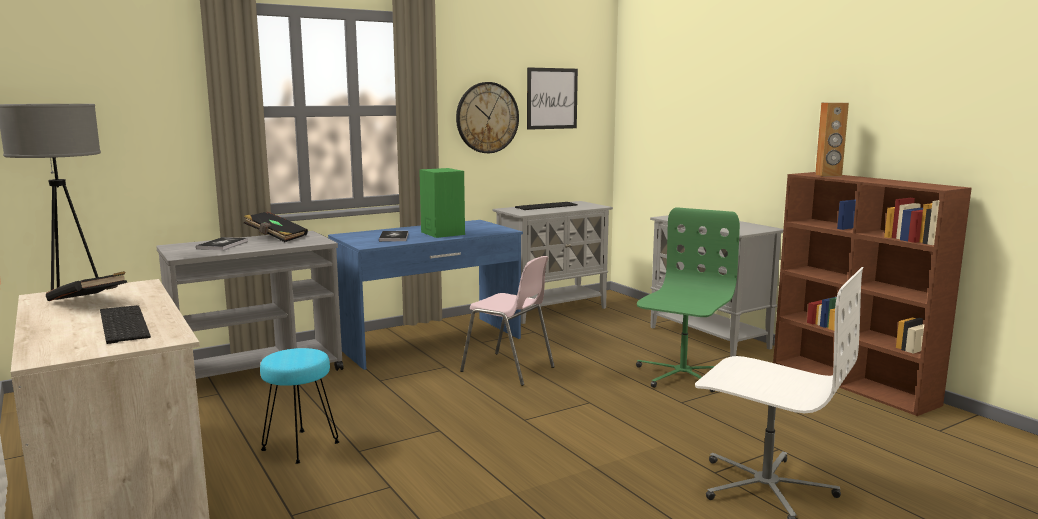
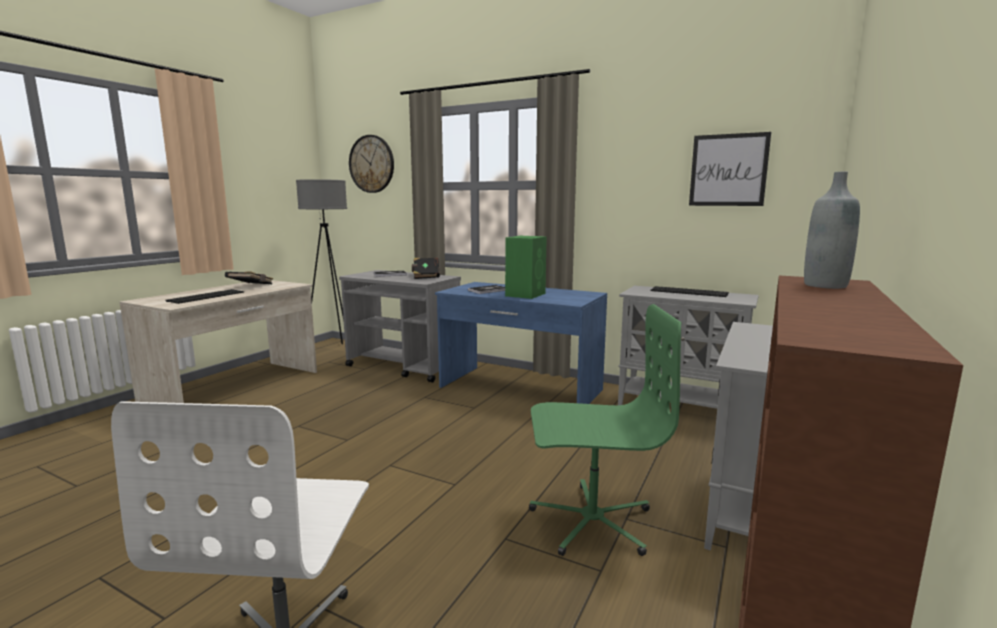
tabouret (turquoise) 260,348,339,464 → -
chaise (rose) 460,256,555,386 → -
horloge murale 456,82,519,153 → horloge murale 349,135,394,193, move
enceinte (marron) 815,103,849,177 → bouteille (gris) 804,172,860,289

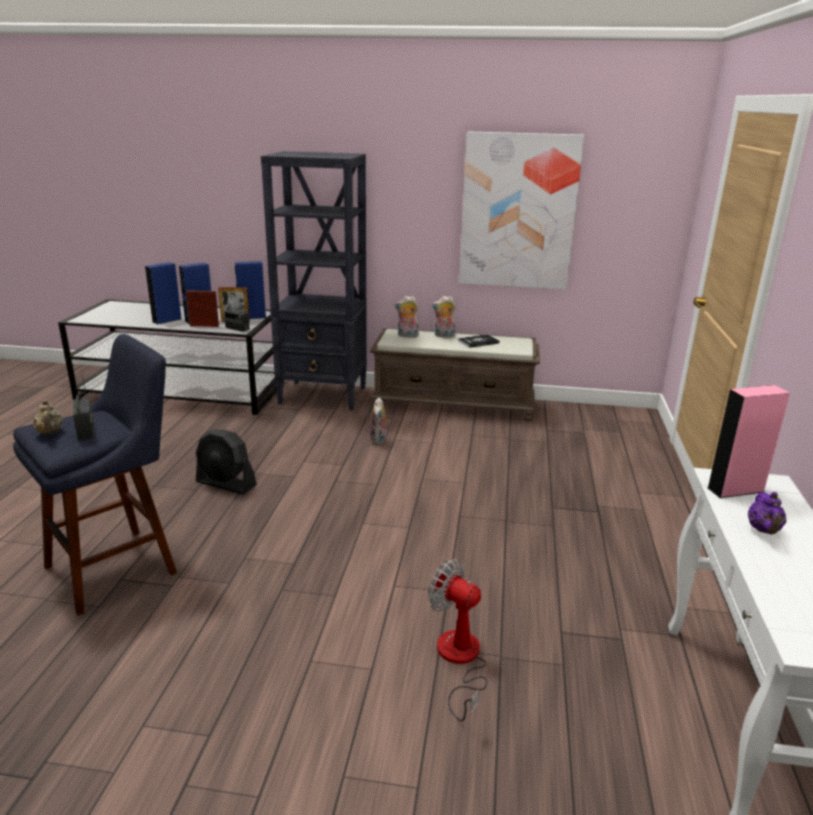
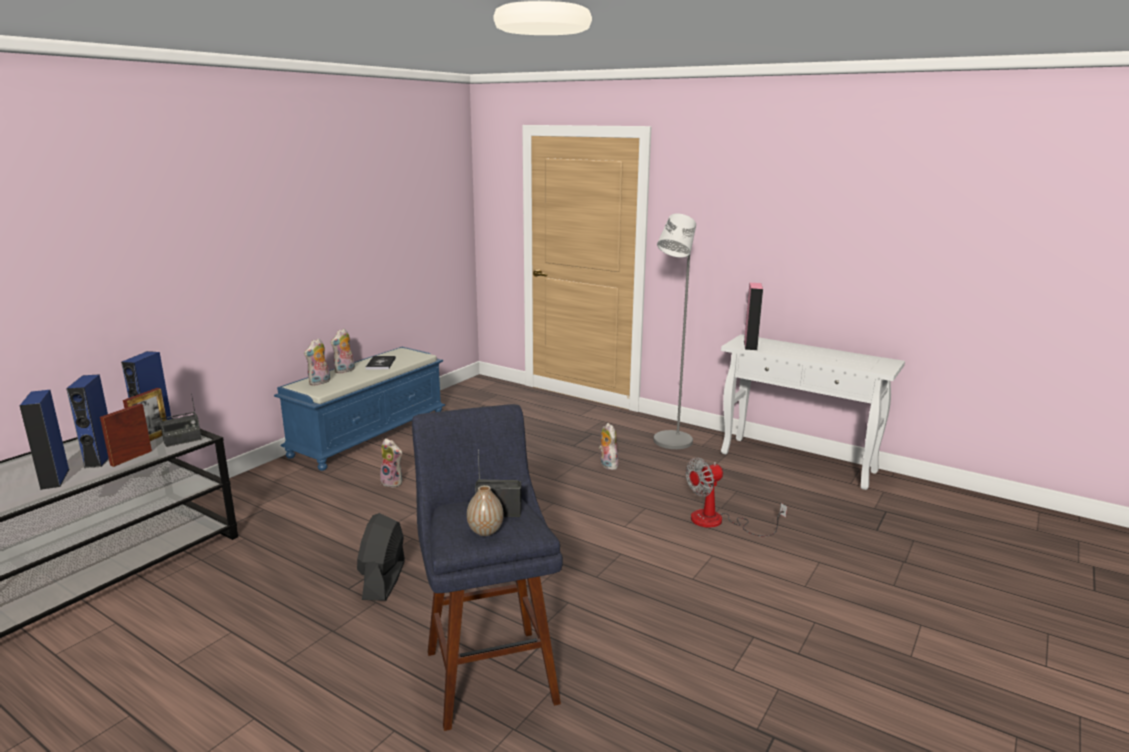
bibliothèque (noir) 261,151,367,410 → -
tableau 459,131,584,290 → -
théière (violet) 748,492,786,535 → -
- → peluche 599,423,619,470
- → lampadaire (gris) 654,213,696,449
théière (beige) 33,400,64,434 → vase 467,485,504,536
banc (marron) 370,328,540,421 → banc (bleu) 274,347,445,471
ventilateur (noir) 196,429,257,495 → ventilateur (noir) 357,513,405,601, 135 degrees clockwise

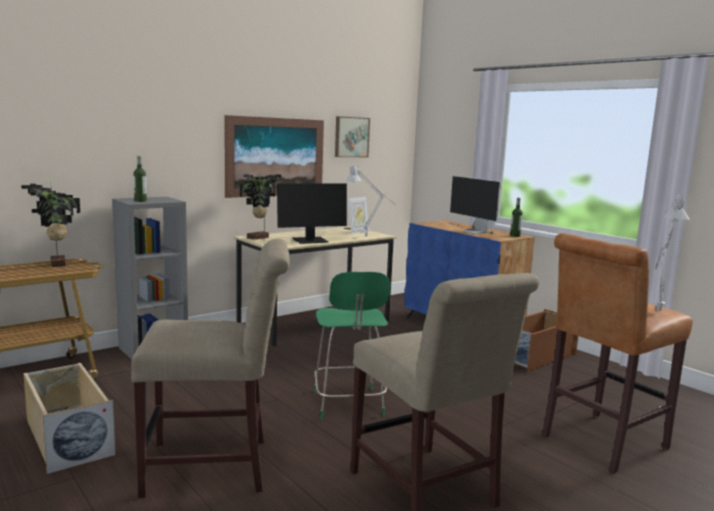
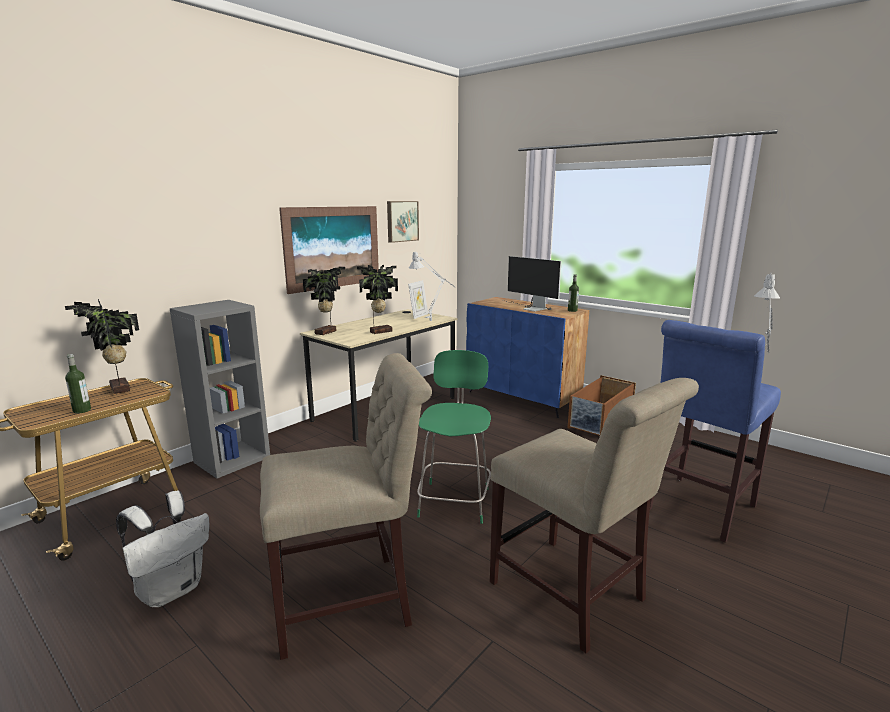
bouteille 133,156,147,202 → bouteille 65,354,91,414, move
boîte de rangement (beige) 23,363,116,474 → sac à dos (blanc) 116,491,209,607
écran d'ordinateur 277,183,347,244 → plante en pot 357,265,398,334
tabouret (marron) 542,233,693,474 → tabouret (bleu) 650,320,781,543
chaise (vert) 314,272,390,419 → chaise (vert) 417,350,491,524, 150 degrees counterclockwise

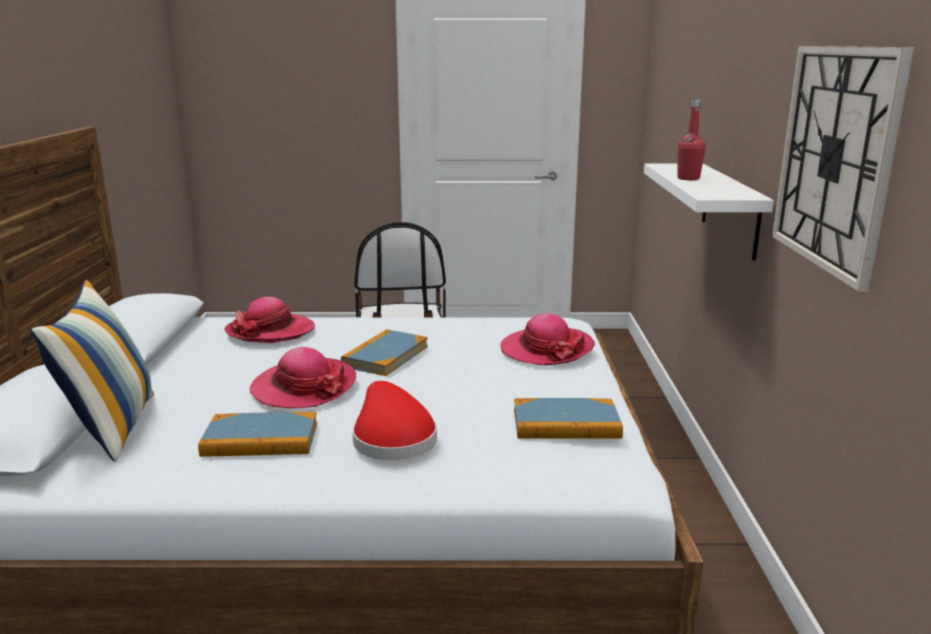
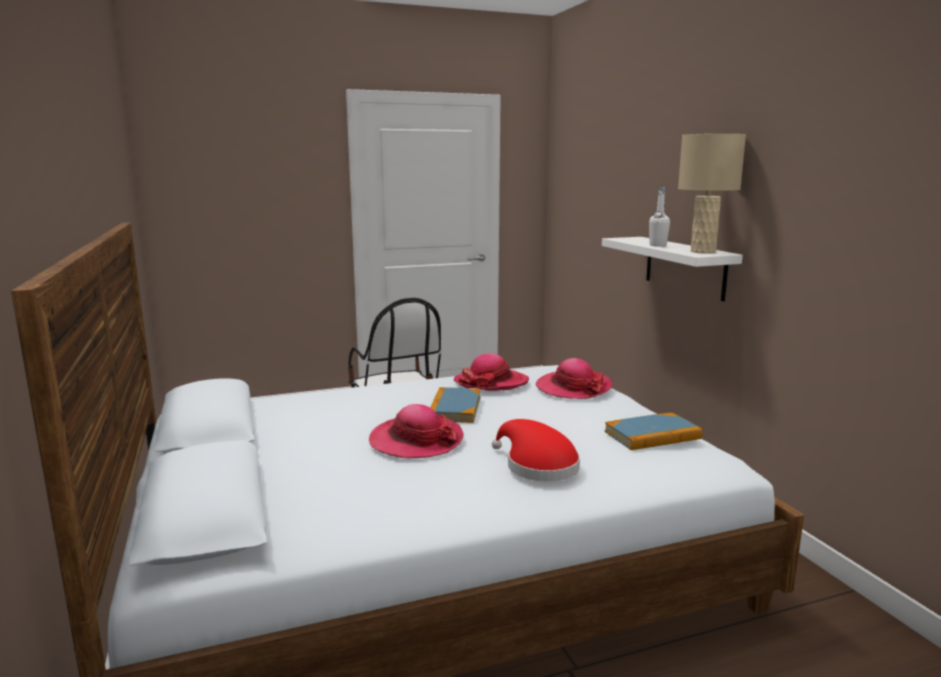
coussin 31,280,154,462 → -
livre 198,412,317,457 → -
horloge murale 772,46,914,292 → -
- → lampe de table (beige) 678,134,746,253
chapeau 225,296,315,343 → chapeau 454,353,529,391, move
bouteille (rouge) 677,99,706,180 → bouteille (blanc) 649,186,670,247

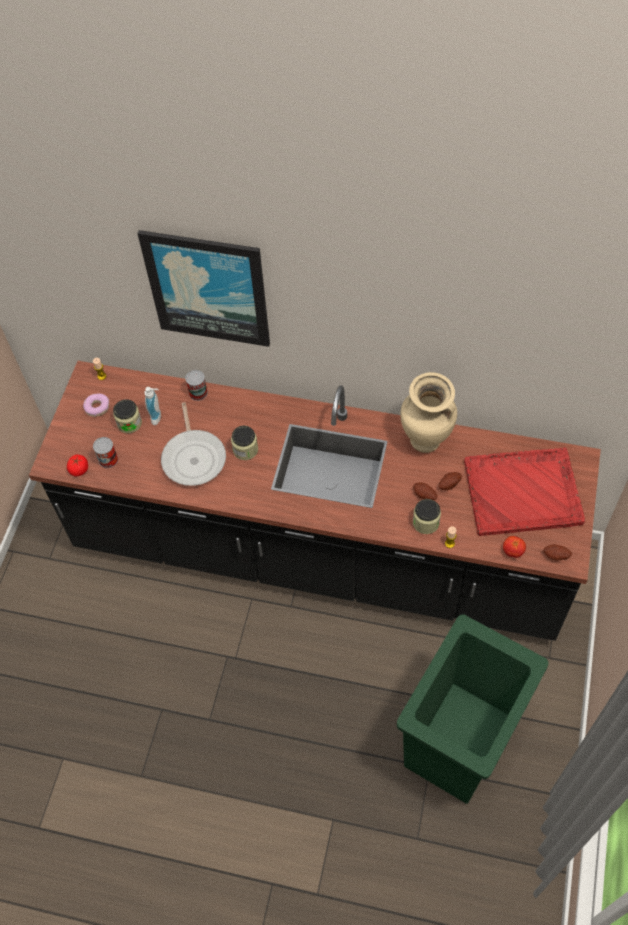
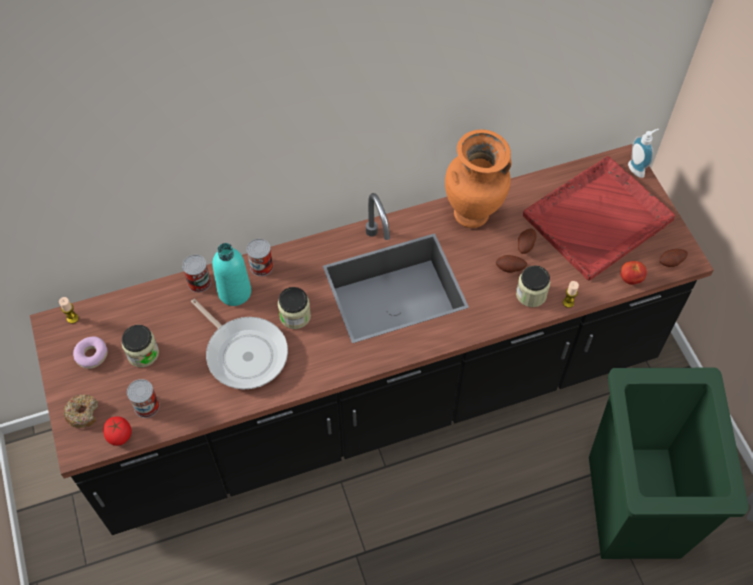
tableau 137,230,270,347 → -
- → beignet 64,395,98,428
- → bouteille (turquoise) 212,243,251,306
- → boîte métallique 246,238,273,276
distributeur de savon 144,387,161,425 → distributeur de savon 628,129,659,178, move
vase (beige) 400,372,457,453 → vase (orange) 445,129,511,228

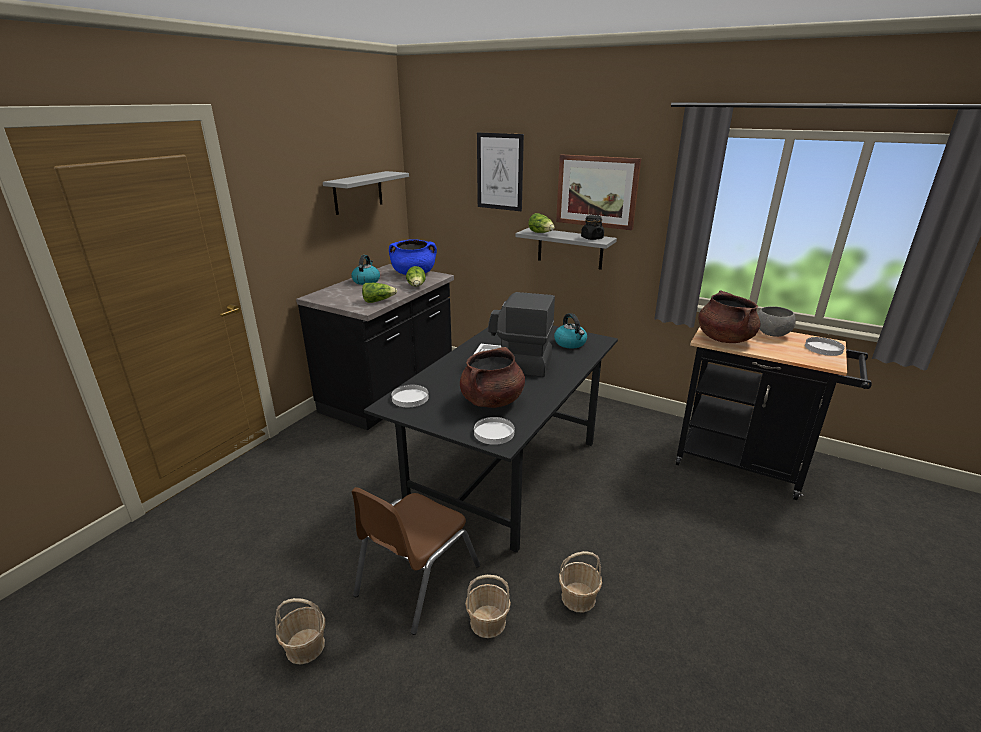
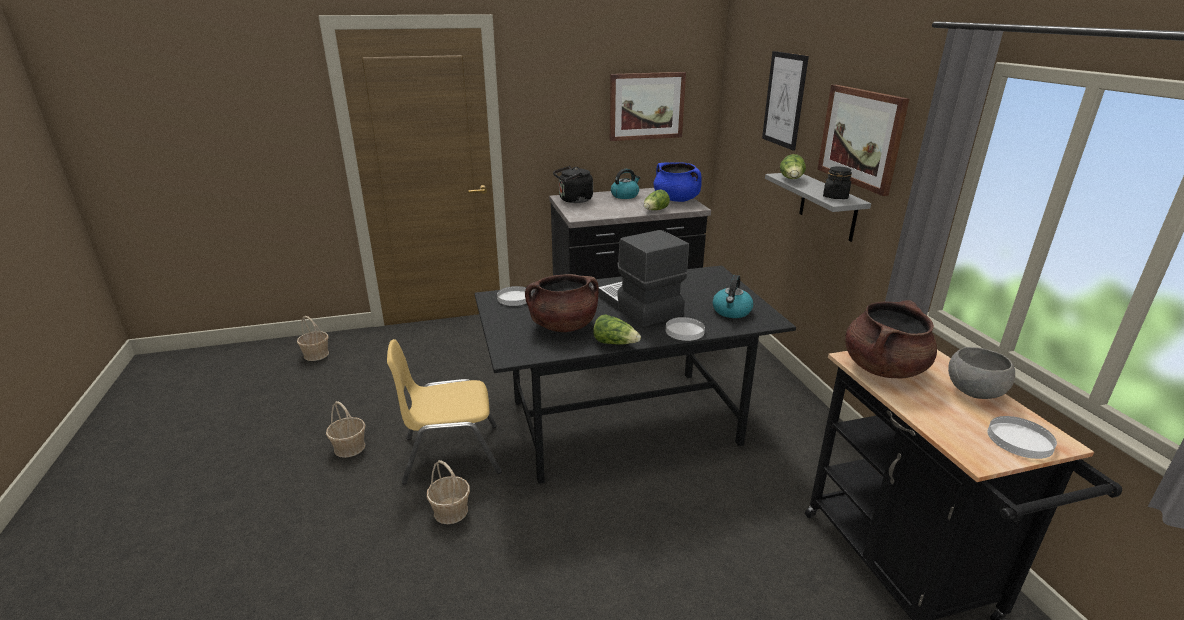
- → bouilloire (noir) 553,166,593,203
laitue 362,283,397,303 → laitue 593,314,641,345, move
assiette (blanc) 474,417,514,445 → assiette (blanc) 666,317,705,341, move
panier 559,551,602,613 → panier 297,316,329,361, move
étagère (gris) 323,171,409,215 → tableau 610,72,686,141
chaise (marron) 351,487,480,635 → chaise (jaune) 387,339,502,485

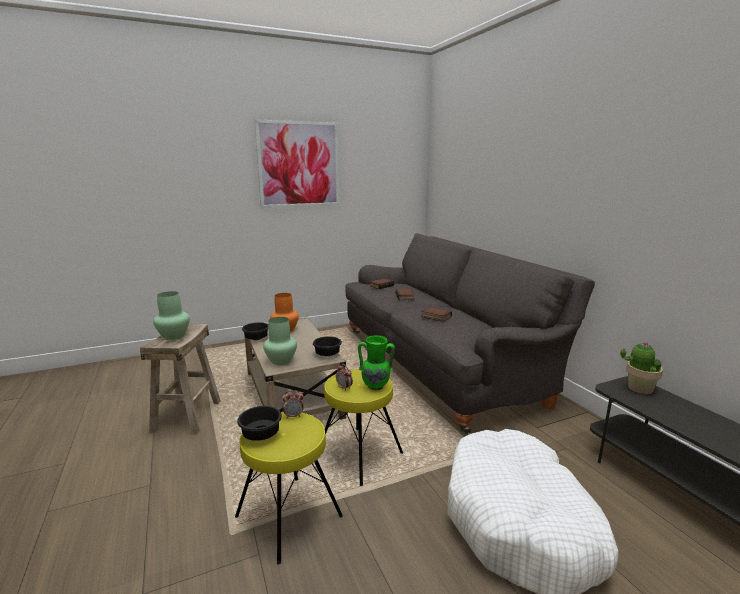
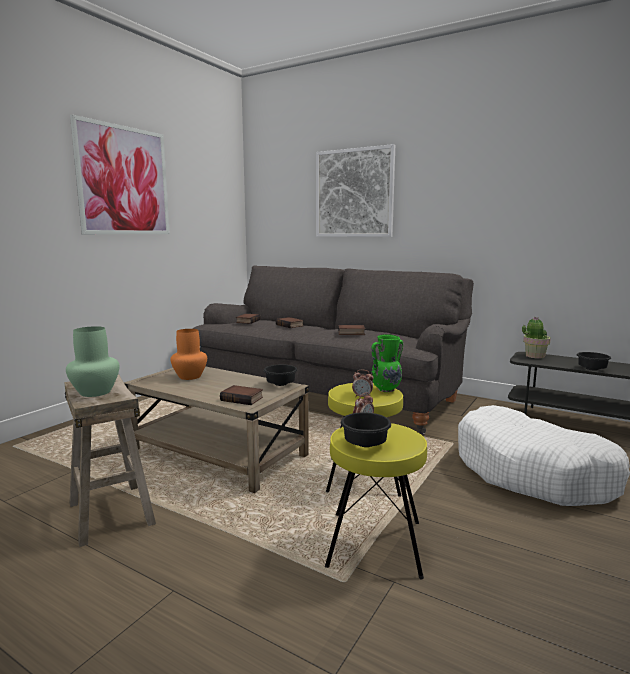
- → tableau 316,144,395,237
bol (noir) 242,322,268,340 → bol (noir) 577,352,611,371, move
vase (vert) 263,317,297,365 → livre 220,385,263,405

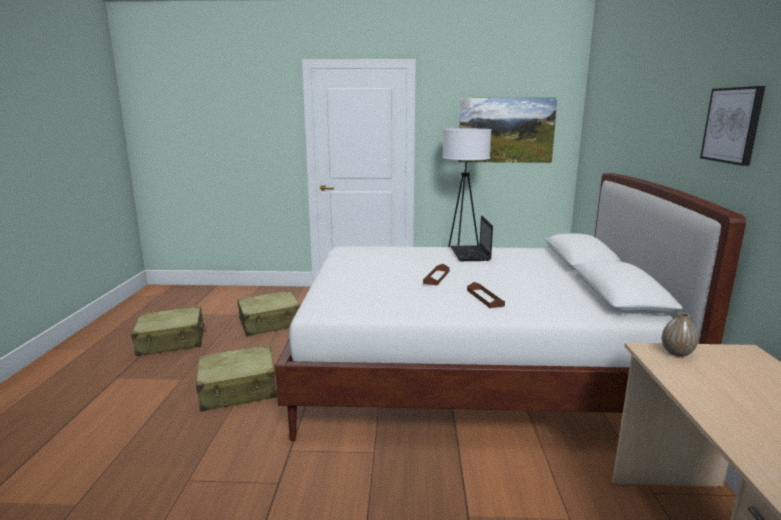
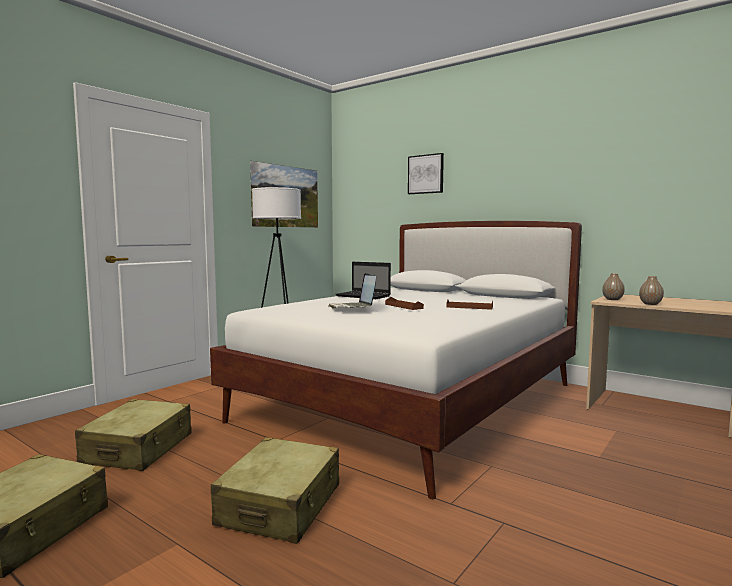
- → ordinateur portable 329,273,376,309
- → vase 639,276,664,305
tableau 700,86,766,166 → tableau 408,153,444,194, move

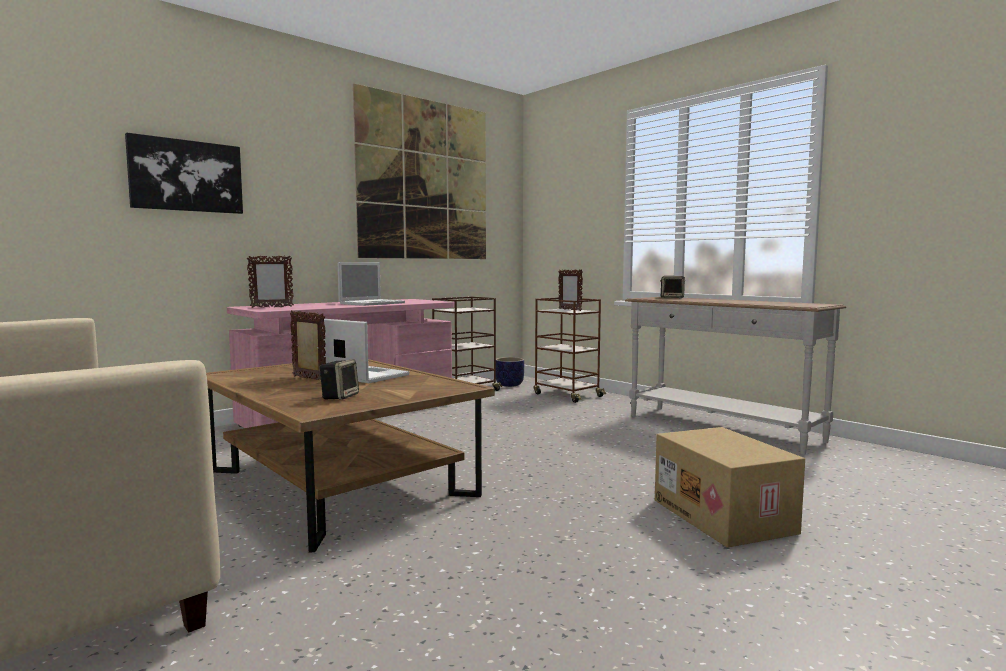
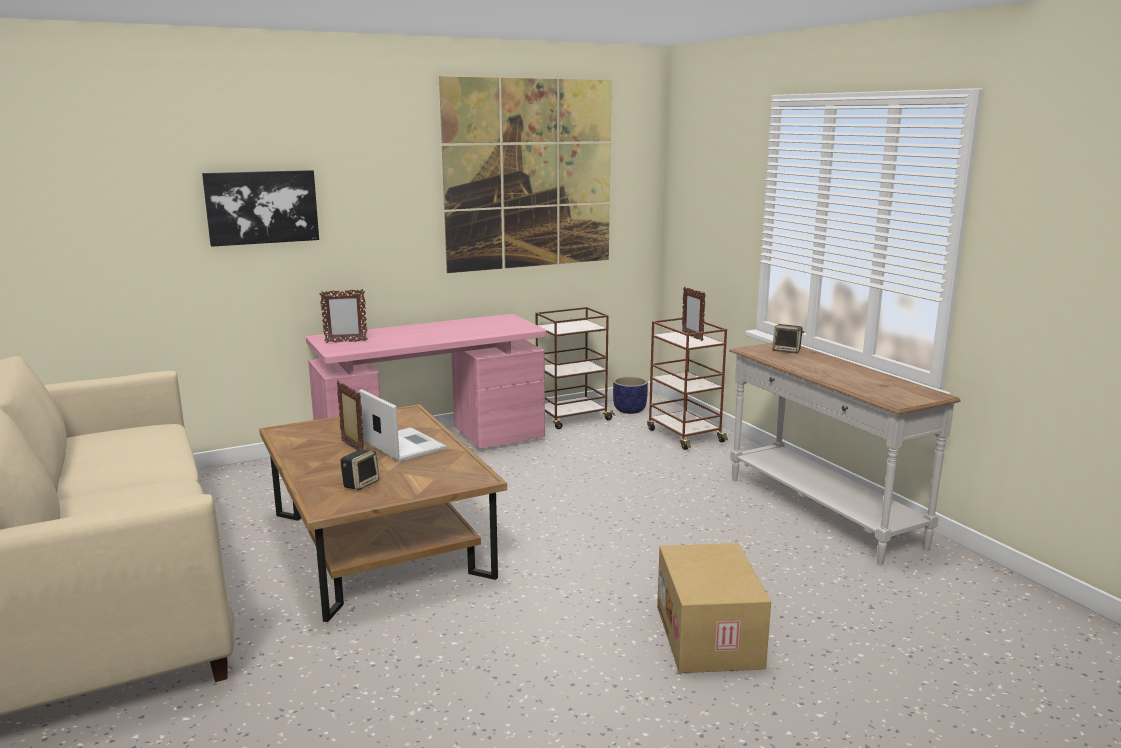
ordinateur portable 338,262,405,306 → -

